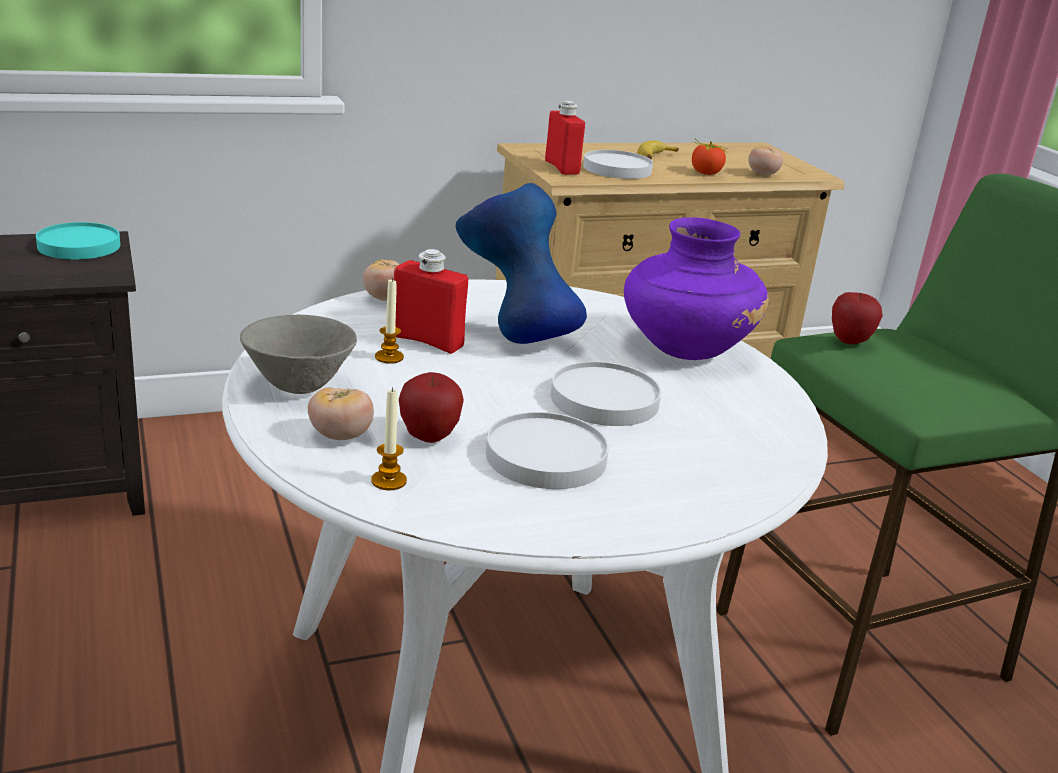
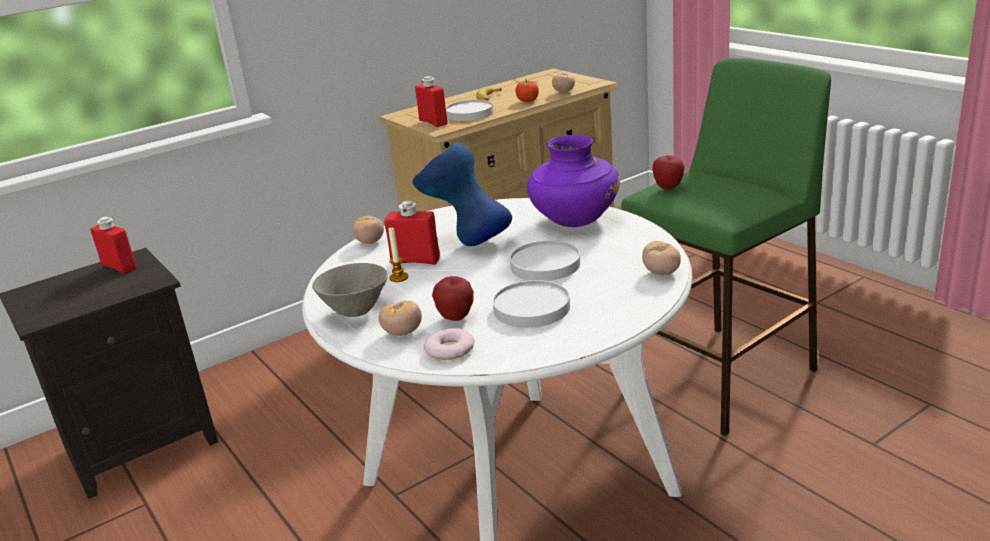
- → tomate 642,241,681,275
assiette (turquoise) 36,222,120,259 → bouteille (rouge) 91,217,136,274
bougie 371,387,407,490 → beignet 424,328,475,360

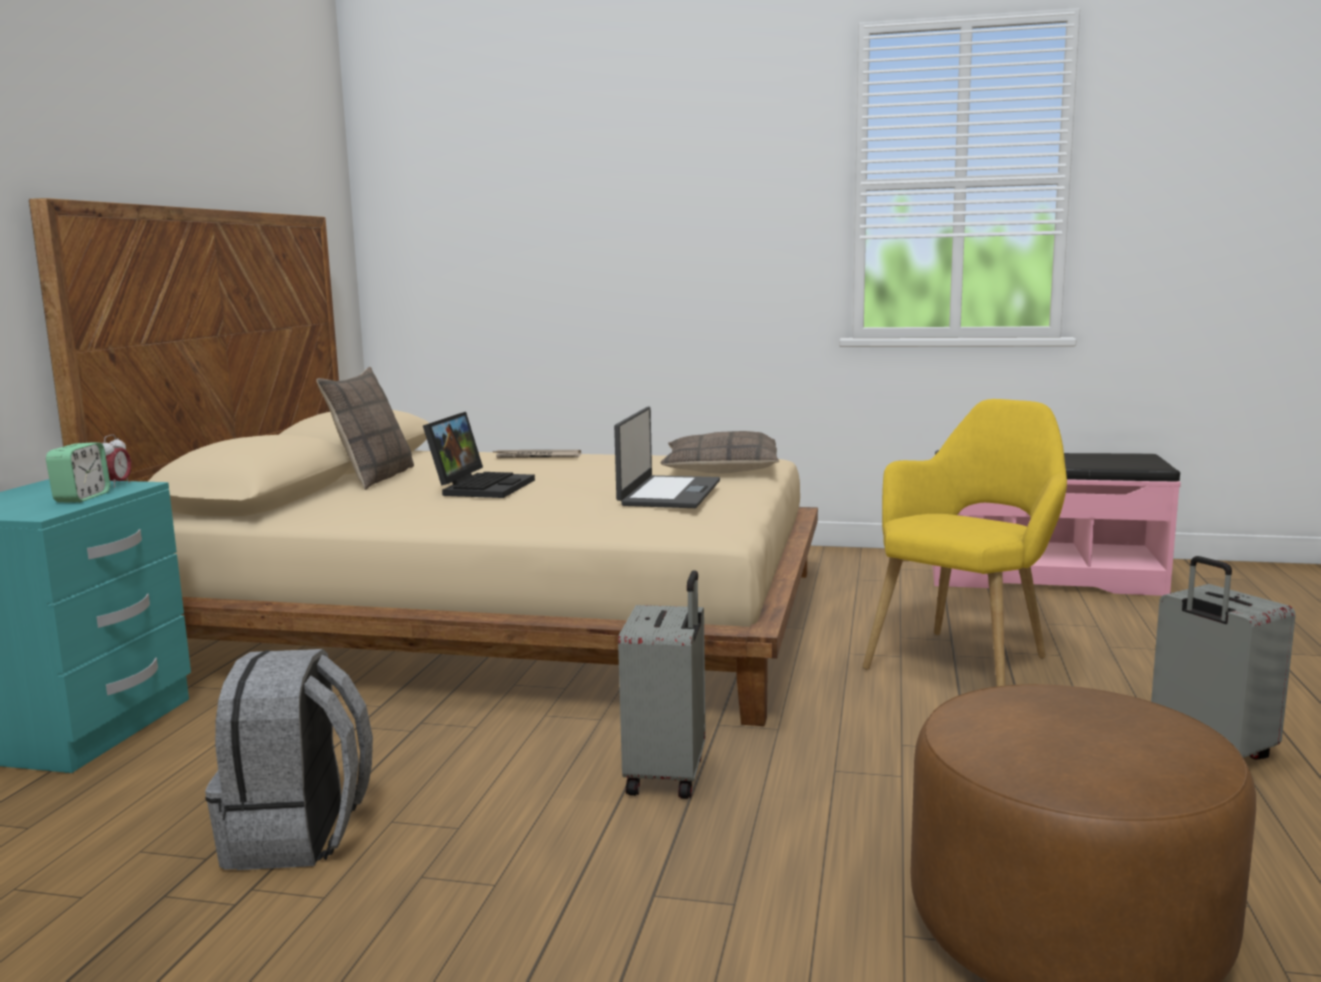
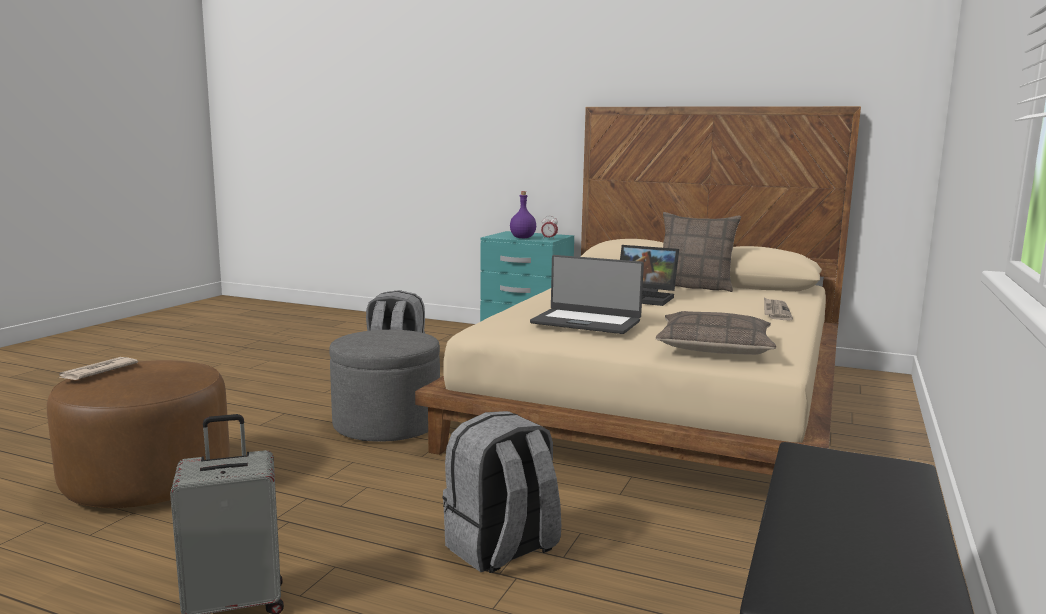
- → journal 59,357,138,380
réveil 46,442,110,502 → bouteille (violet) 510,191,536,238
valise (gris) 618,570,706,799 → pouf (gris) 329,330,440,442
fauteuil (jaune) 863,399,1067,686 → sac à dos (gris) 442,411,561,573

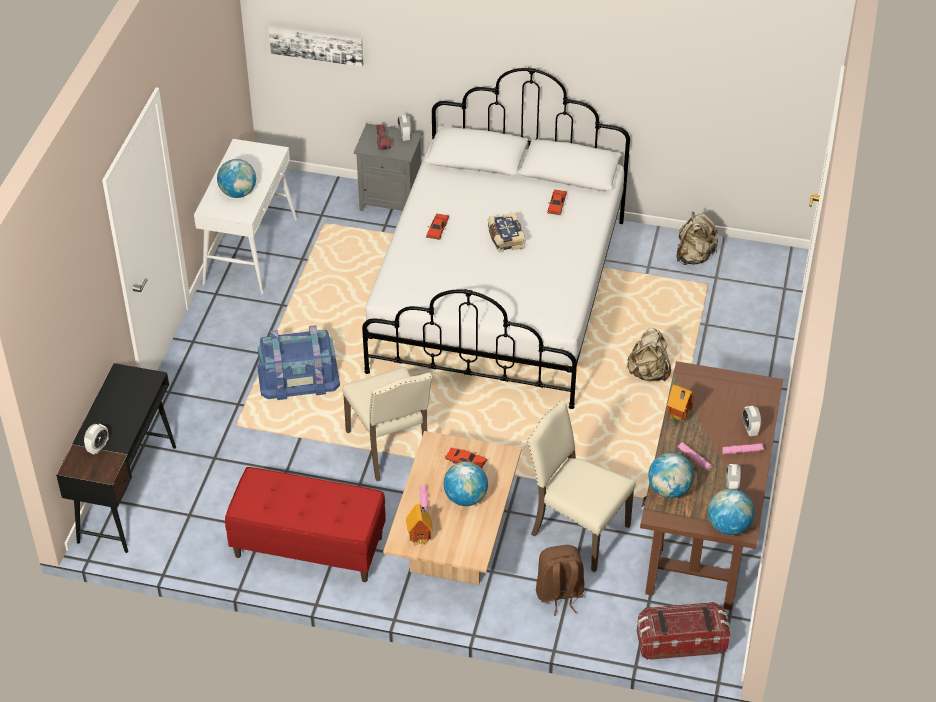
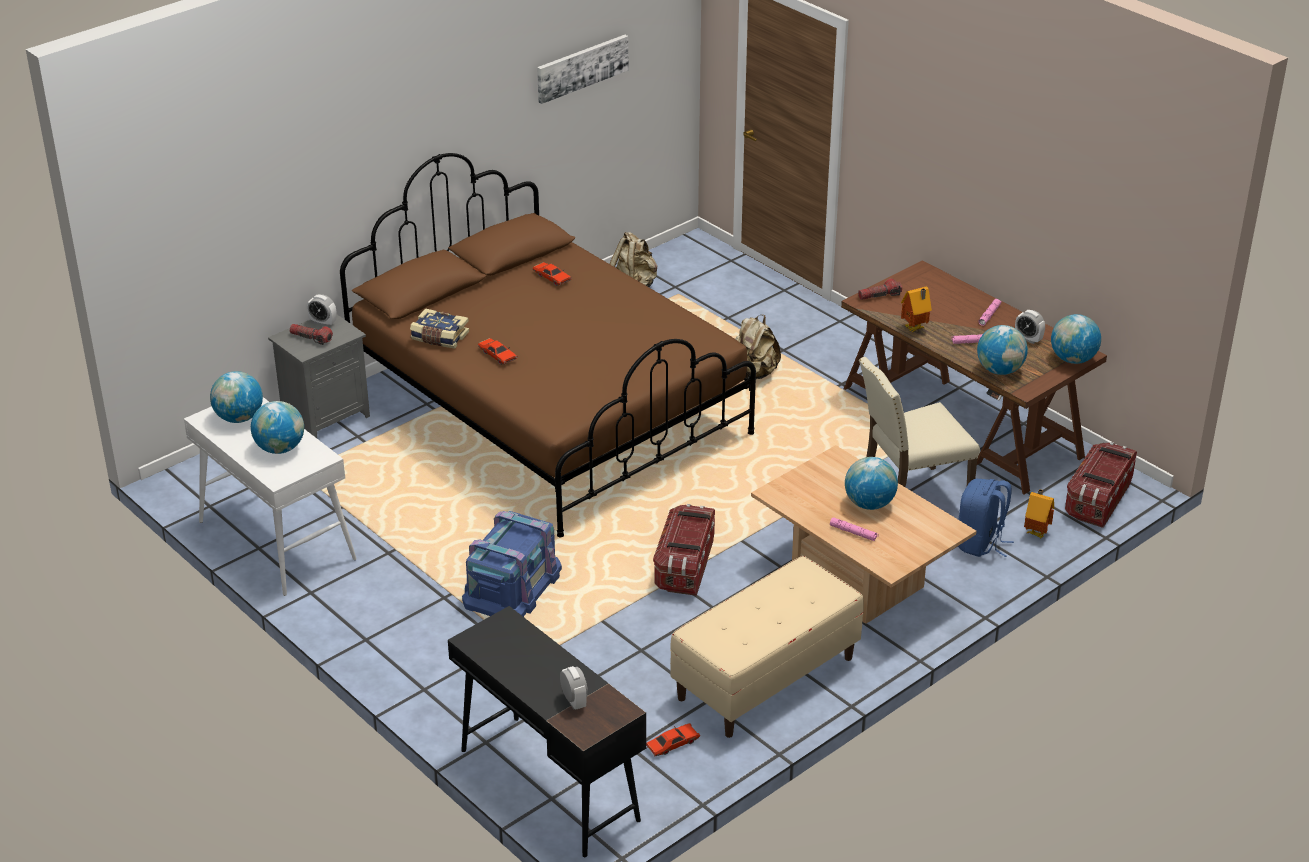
réveil 743,406,761,436 → -
- → globe 210,371,263,423
- → lampe de poche 858,278,902,300
tableau 269,25,364,67 → tableau 537,35,629,104, move
maison miniature 406,504,432,545 → maison miniature 1024,489,1054,539, move
petite voiture (rouge) 445,448,487,468 → petite voiture (rouge) 646,723,700,757, move
livre 488,213,526,253 → livre 410,308,469,349, move
chaise (beige) 342,367,432,481 → boîte de rangement 653,504,715,596
banc (rouge) 225,467,386,582 → banc (beige) 670,556,864,738
lit (blanc) 362,67,630,409 → lit (marron) 340,153,756,537
sac à dos (marron) 536,545,584,616 → sac à dos (bleu) 958,479,1014,557

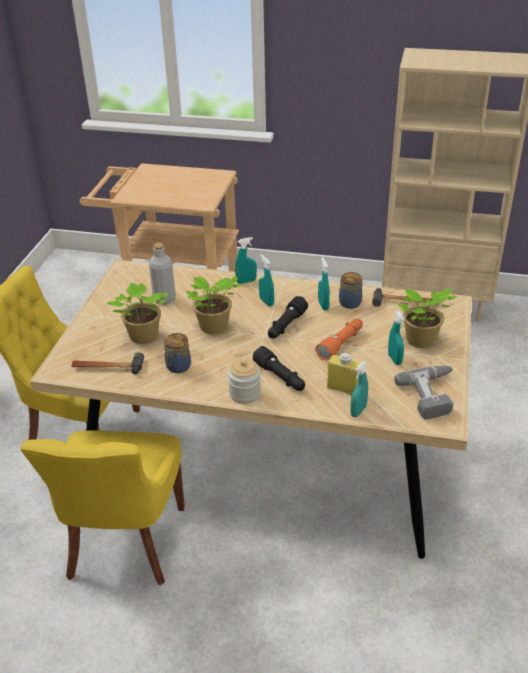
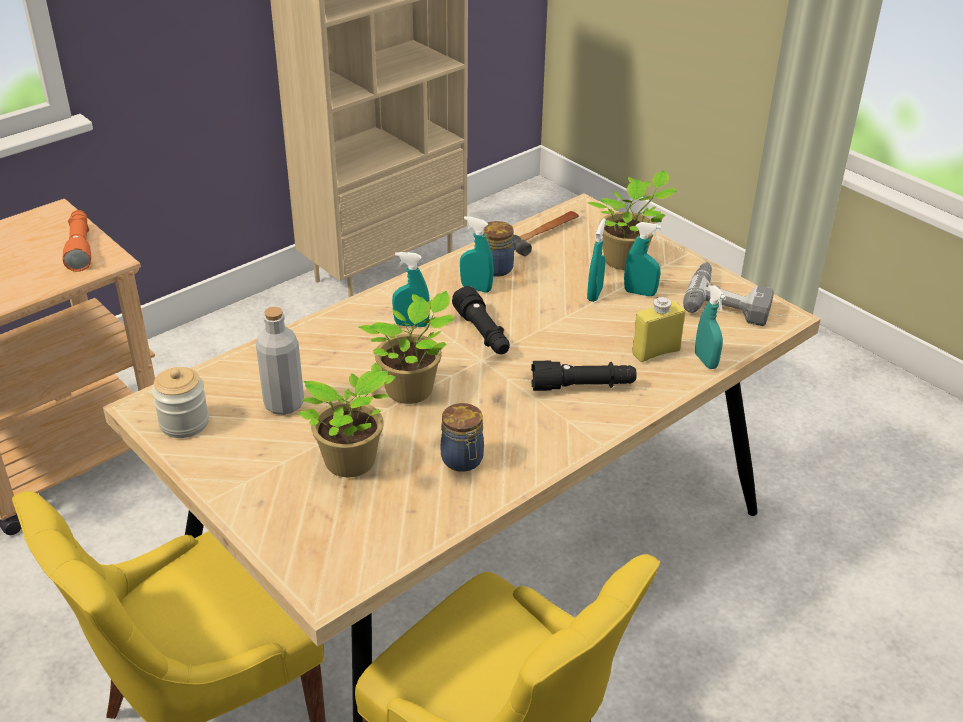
marteau 71,353,144,374 → -
bocal 228,358,261,404 → bocal 152,367,209,438, move
vaporisateur (turquoise) 235,237,257,284 → vaporisateur (turquoise) 587,218,606,302, move
lampe de poche (orange) 315,319,363,361 → lampe de poche (orange) 63,210,91,272, move

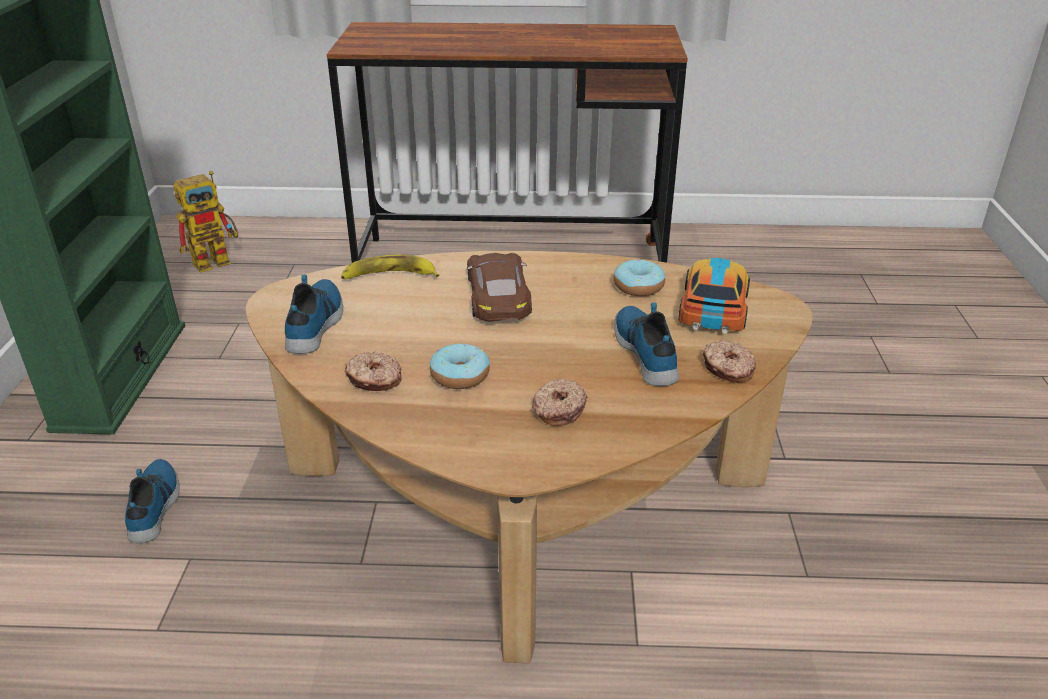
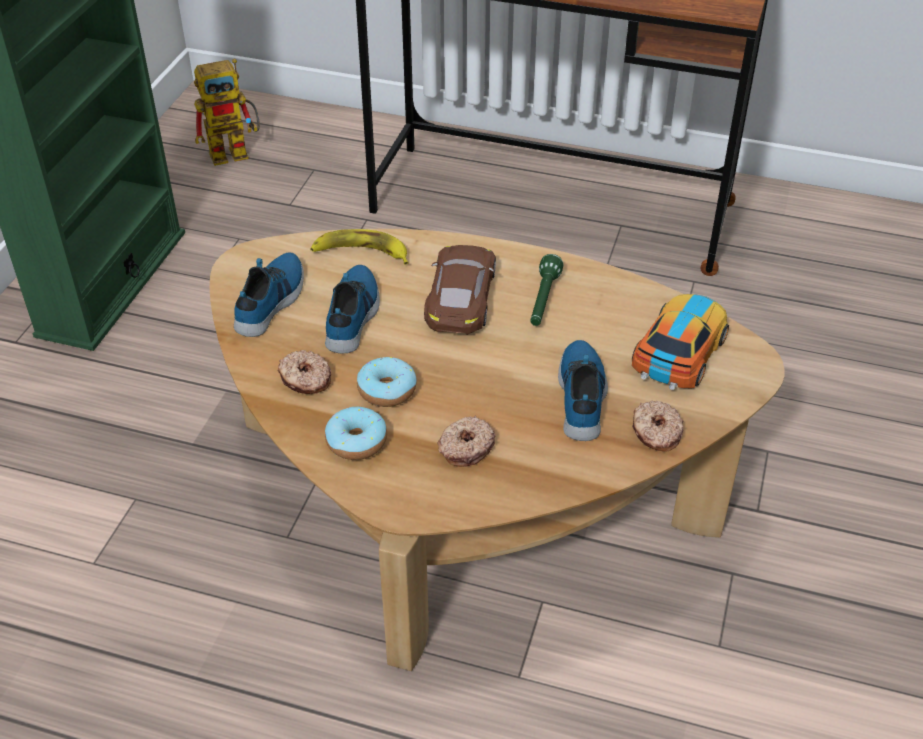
- → lampe de poche (vert) 530,254,563,326
chaussure 125,459,180,543 → chaussure 325,265,380,354, move
beignet 614,260,665,296 → beignet 325,407,387,460, move

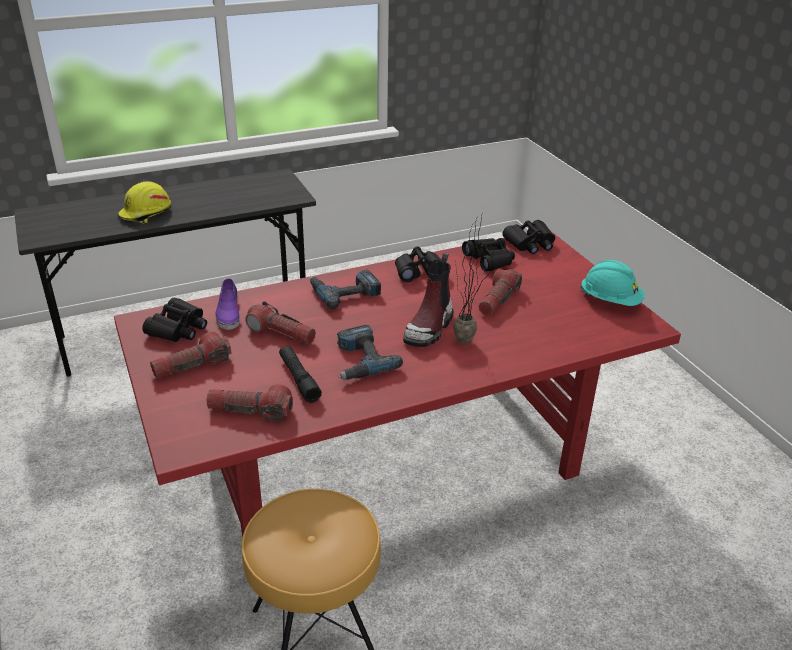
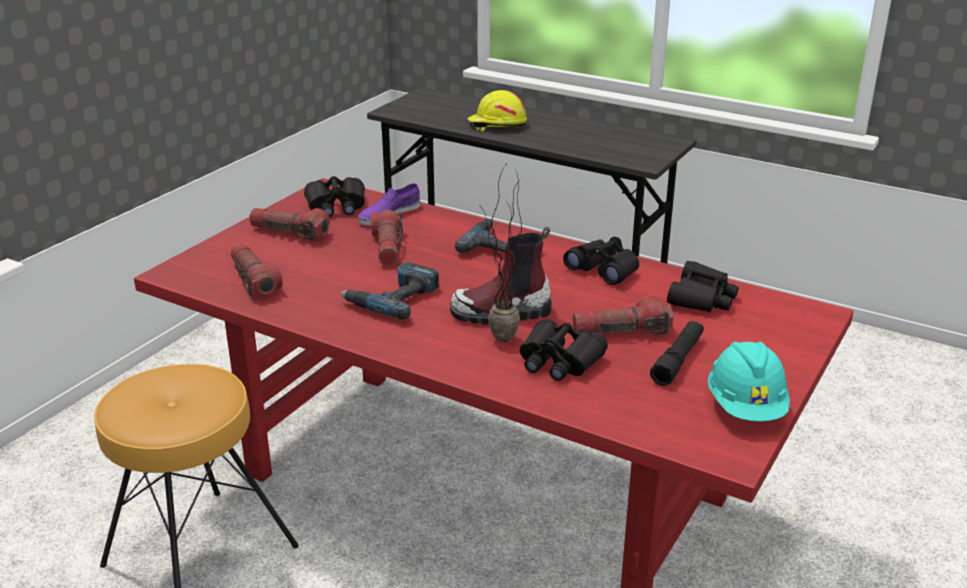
lampe de poche (noir) 279,347,322,403 → lampe de poche (noir) 650,321,704,386, move
jumelles (noir) 502,220,555,254 → jumelles (noir) 520,319,608,381, move

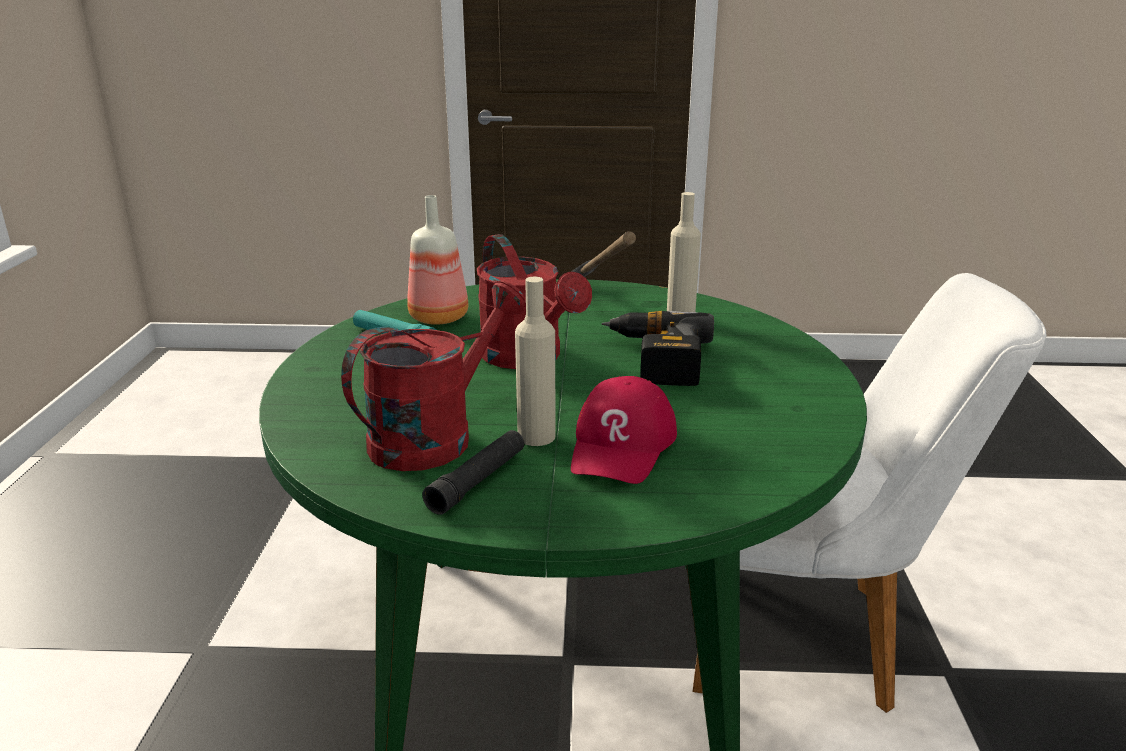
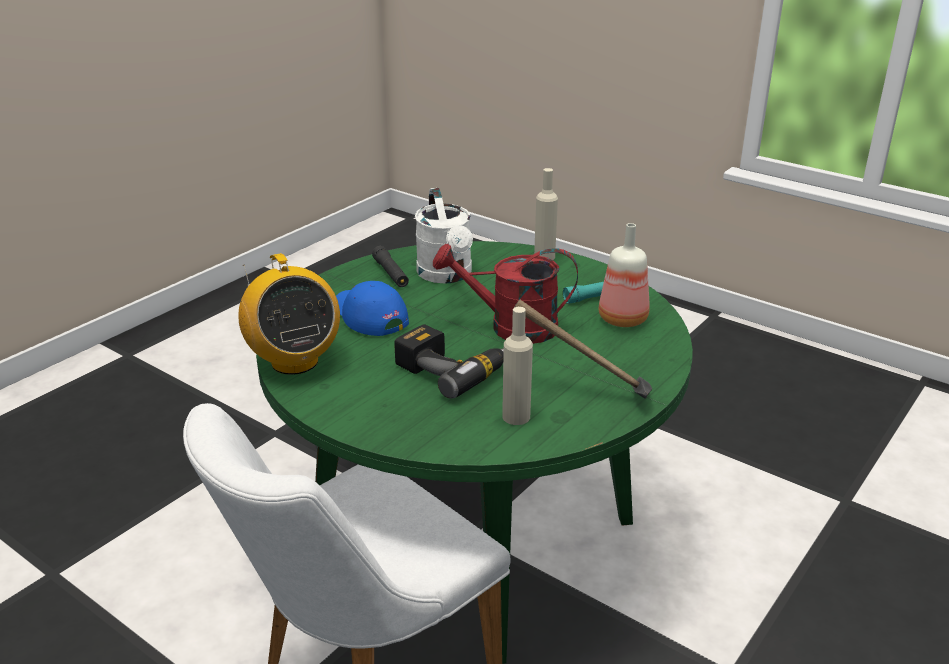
- → radio 238,253,340,375
bouteille (beige) 515,277,556,446 → bouteille (beige) 534,168,558,260, move
arrosoir (rouge) 341,281,526,471 → arrosoir (blanc) 415,188,473,283
casquette (rouge) 571,376,677,484 → casquette (bleu) 336,281,409,336

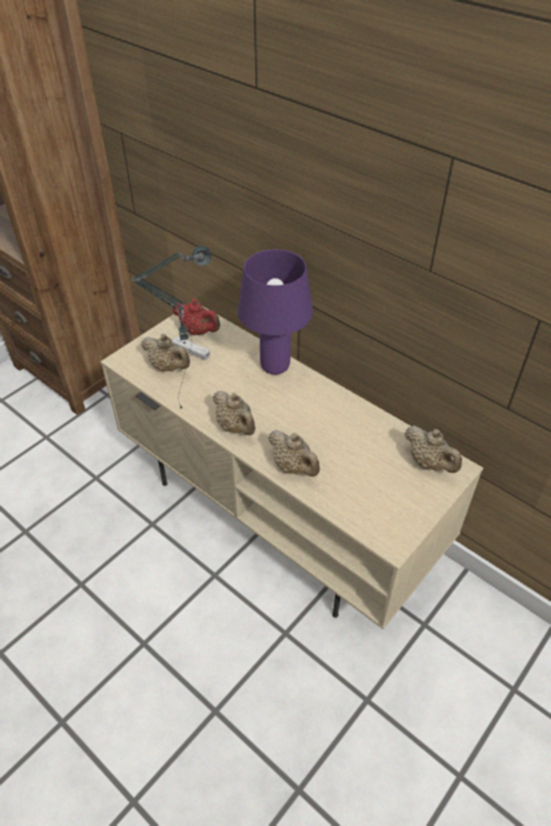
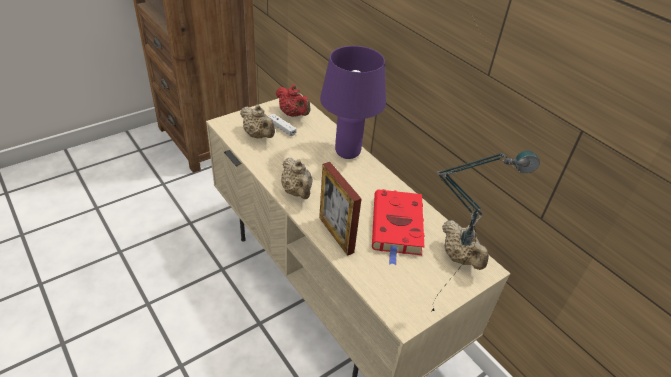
- → livre (rouge) 372,189,424,265
lampe de table 132,246,212,409 → lampe de table 432,151,540,312, move
théière (beige) 268,430,320,477 → cadre photo 319,162,362,256

